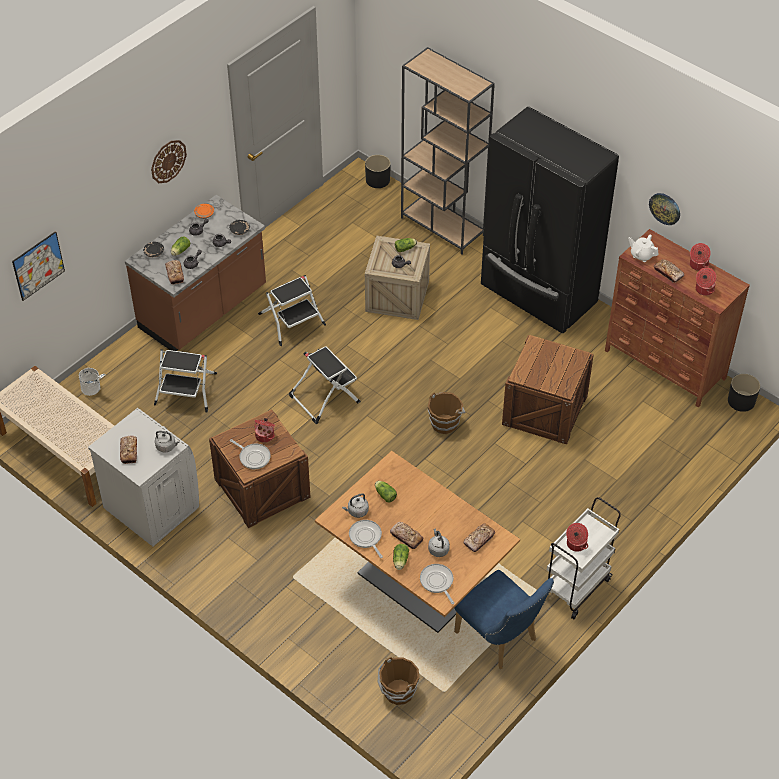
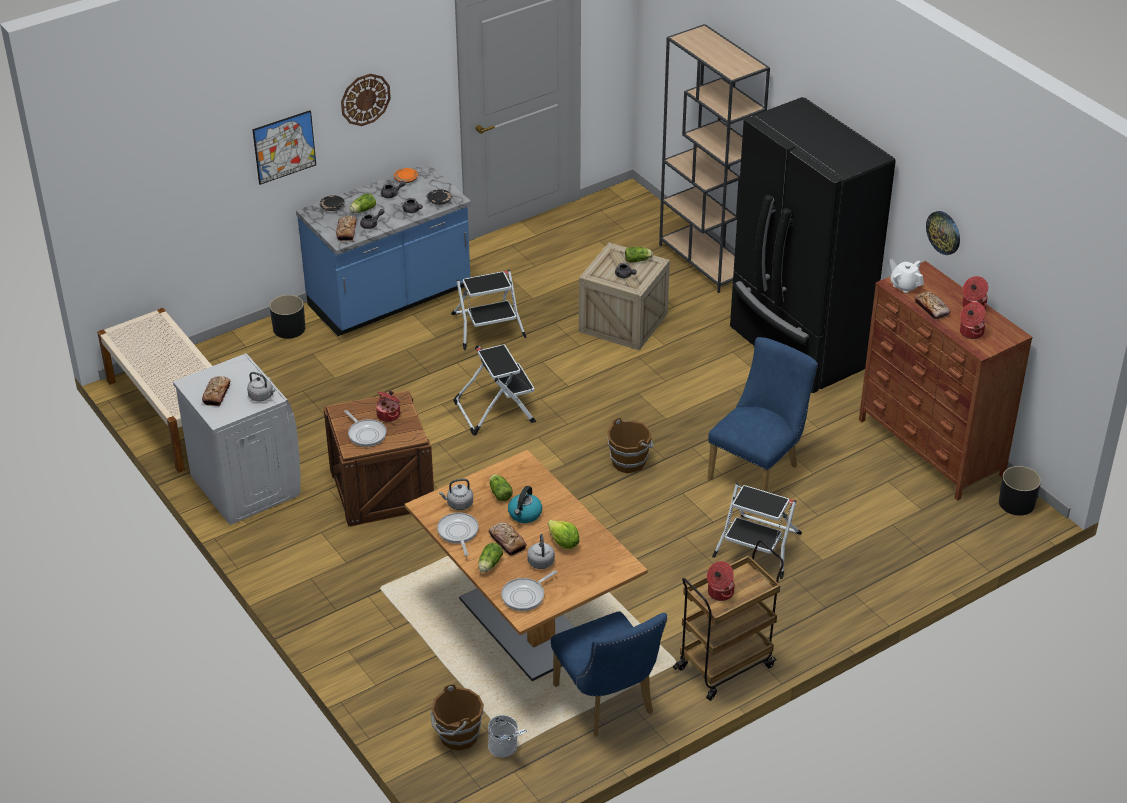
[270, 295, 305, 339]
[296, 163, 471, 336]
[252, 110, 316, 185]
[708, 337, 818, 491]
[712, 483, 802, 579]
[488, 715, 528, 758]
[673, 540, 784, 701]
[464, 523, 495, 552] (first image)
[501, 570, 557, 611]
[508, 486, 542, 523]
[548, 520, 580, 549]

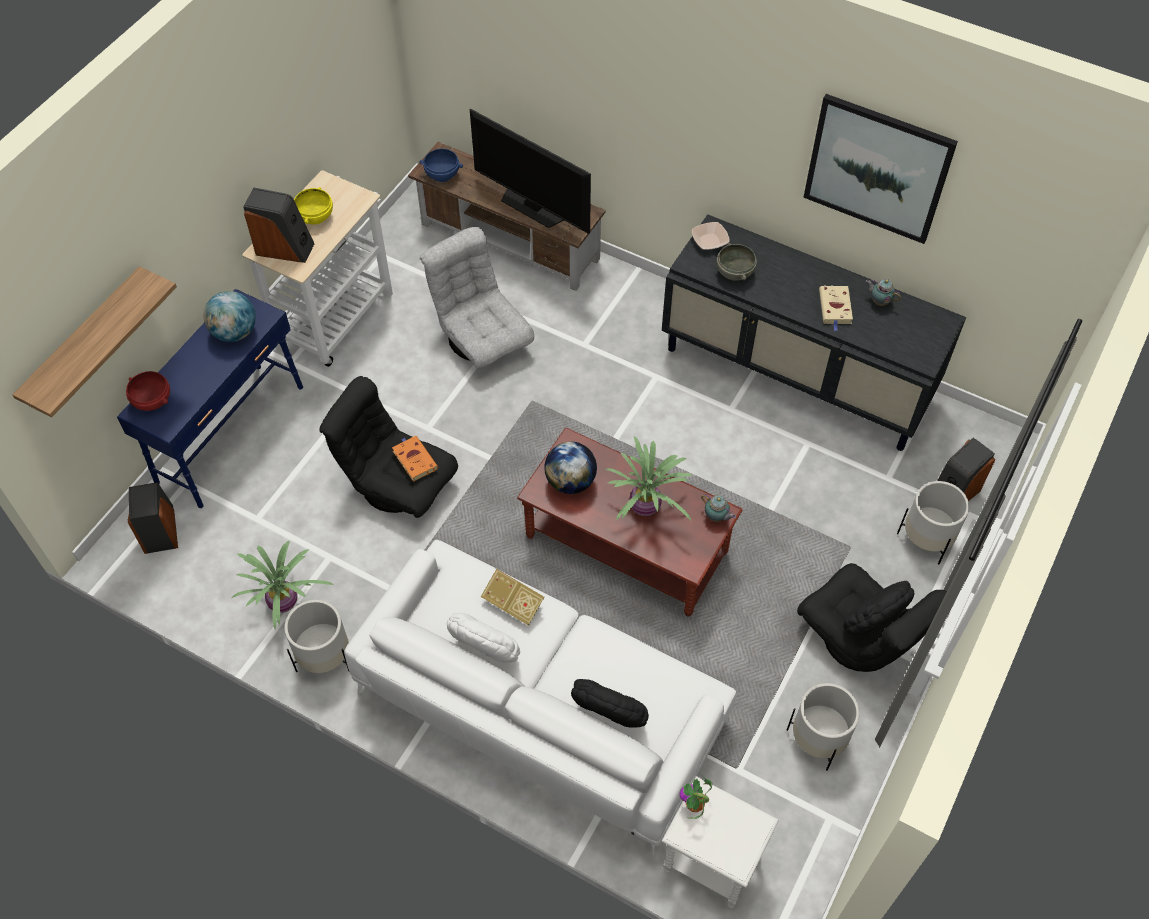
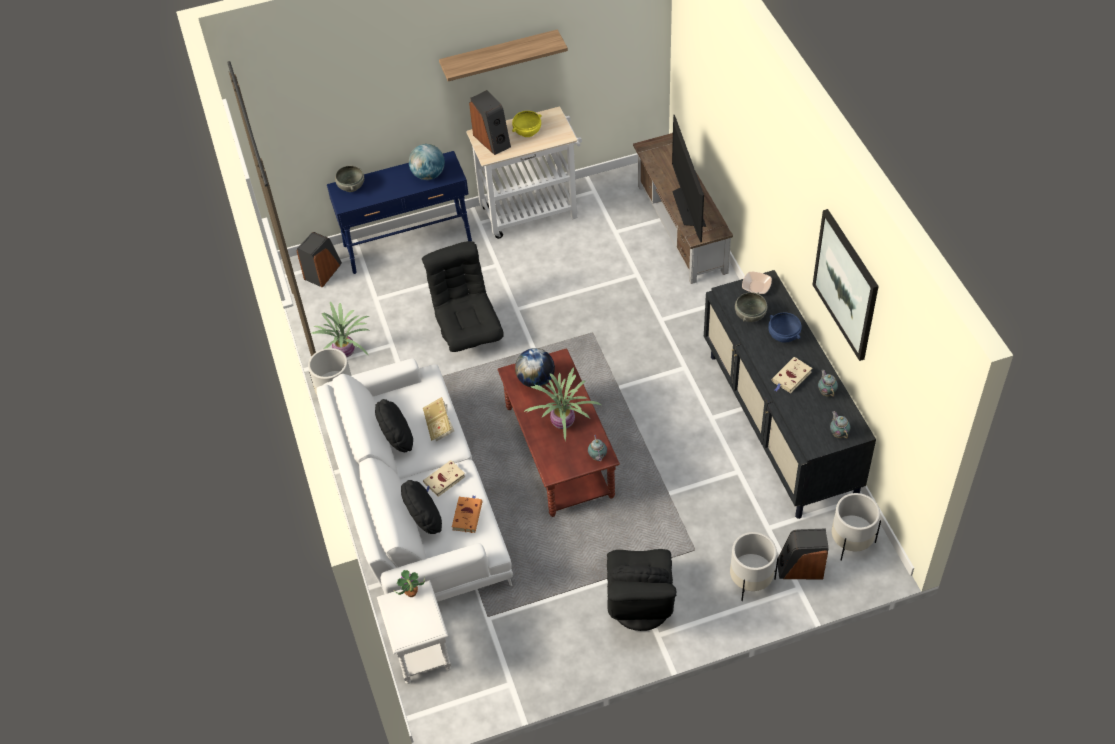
[768, 312, 802, 342]
[420, 227, 534, 368] (first image)
[439, 29, 568, 81]
[335, 165, 364, 192]
[452, 496, 483, 533]
[375, 399, 413, 452]
[832, 493, 881, 561]
[830, 411, 850, 439]
[423, 460, 466, 497]

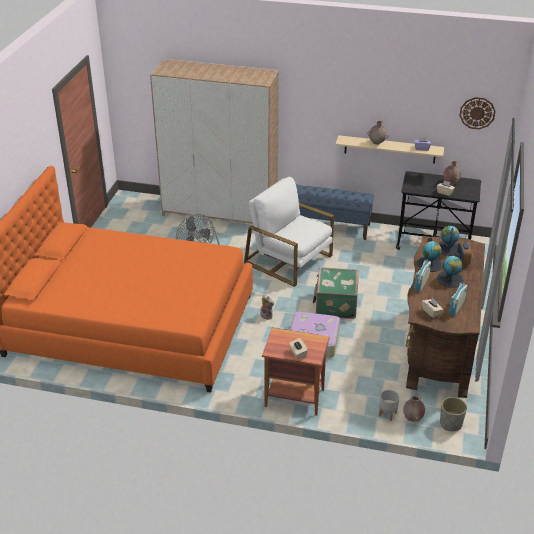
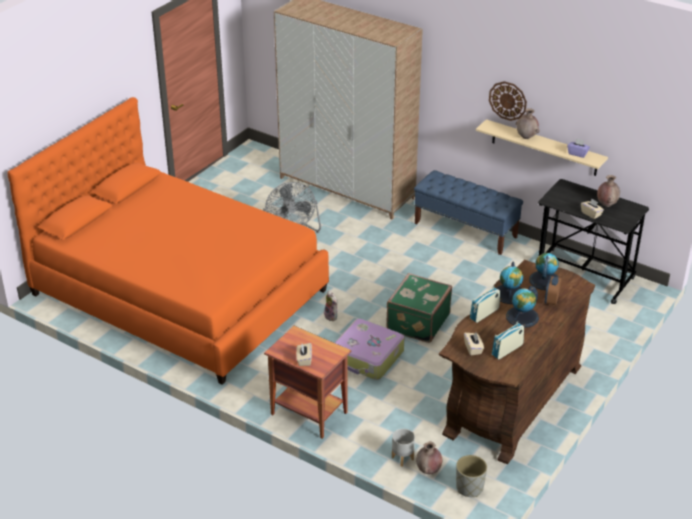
[489, 81, 527, 121]
[244, 177, 334, 287] (first image)

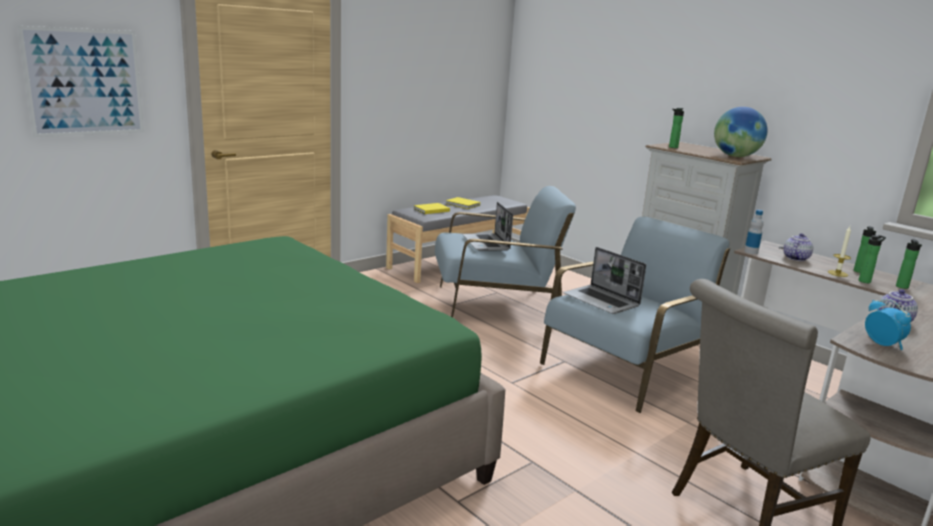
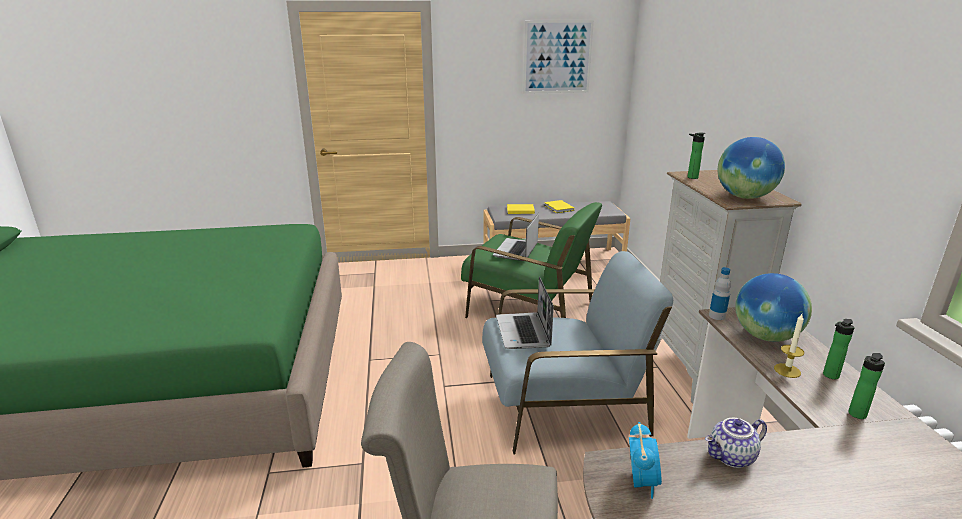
[523, 20, 594, 94]
[461, 202, 602, 318]
[735, 273, 812, 342]
[859, 235, 886, 283] (first image)

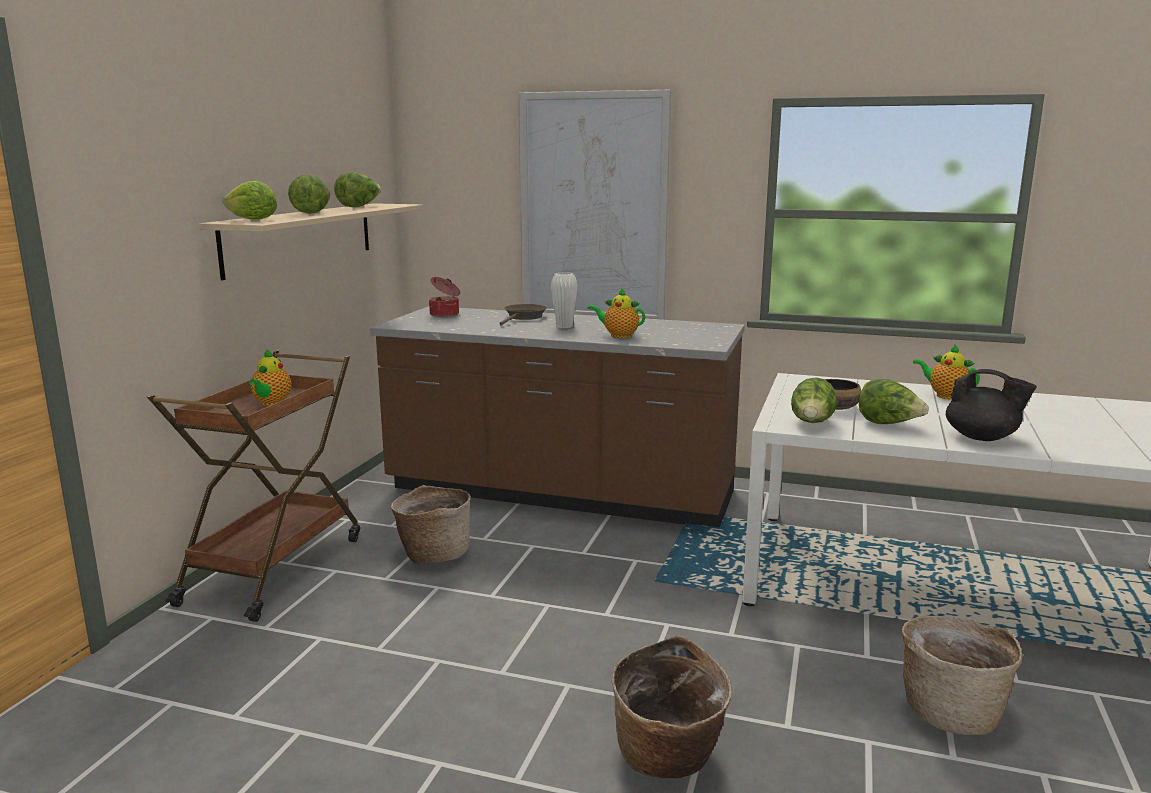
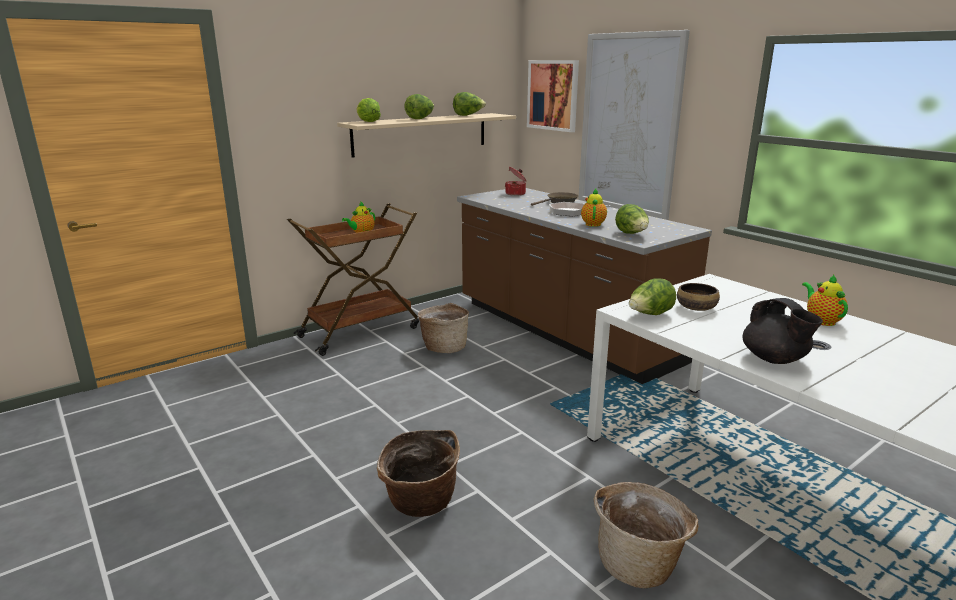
[549, 202, 610, 216]
[581, 189, 607, 227]
[615, 204, 649, 234]
[527, 60, 579, 132]

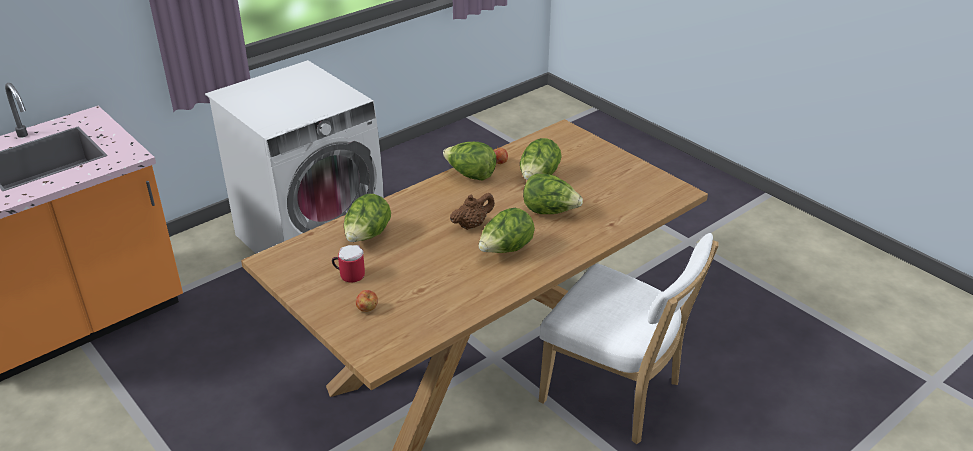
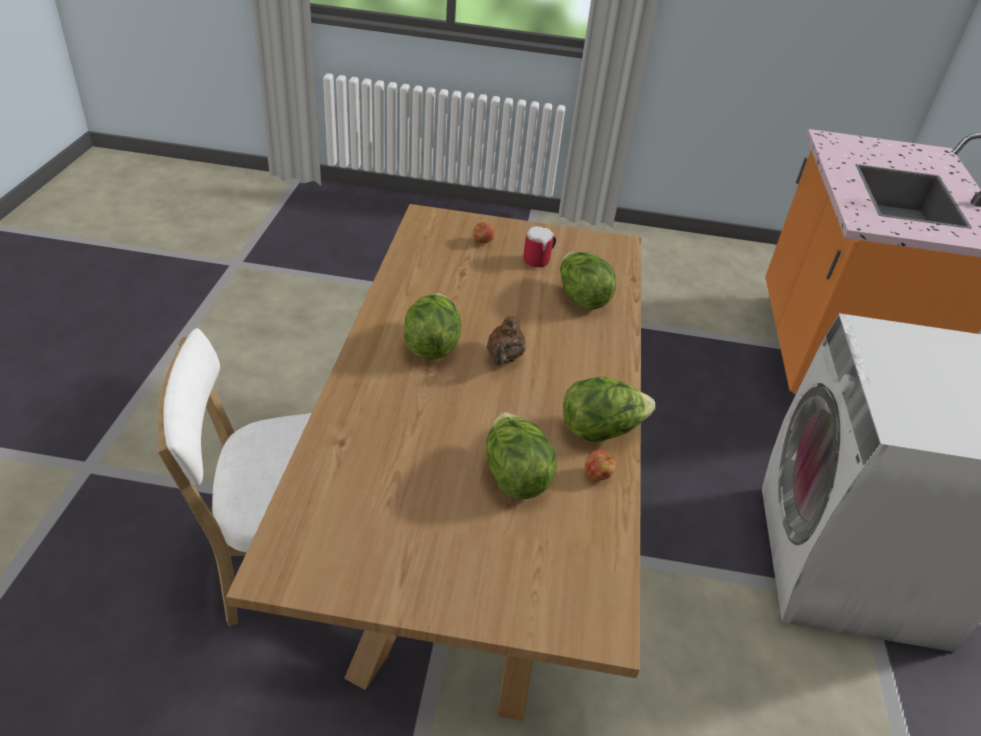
[523, 174, 583, 214] (first image)

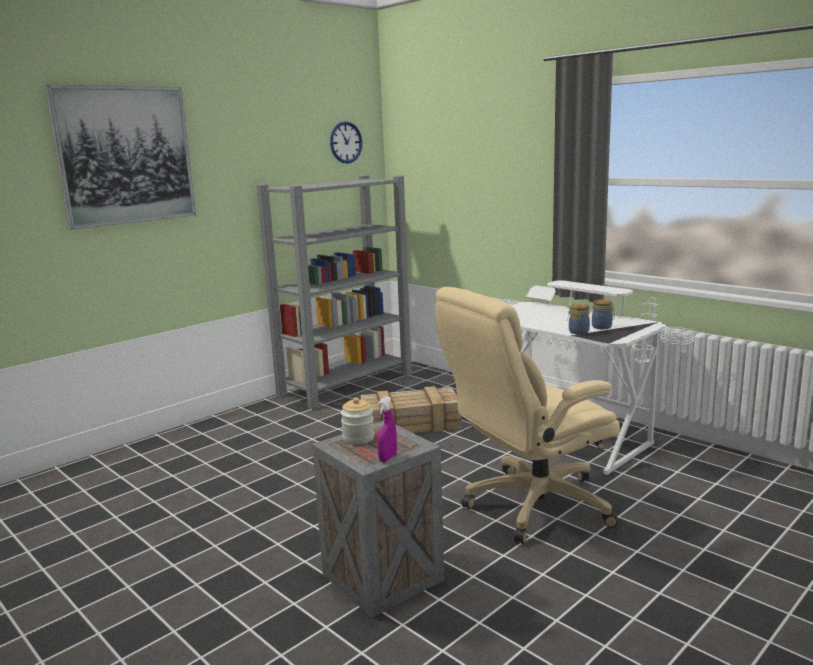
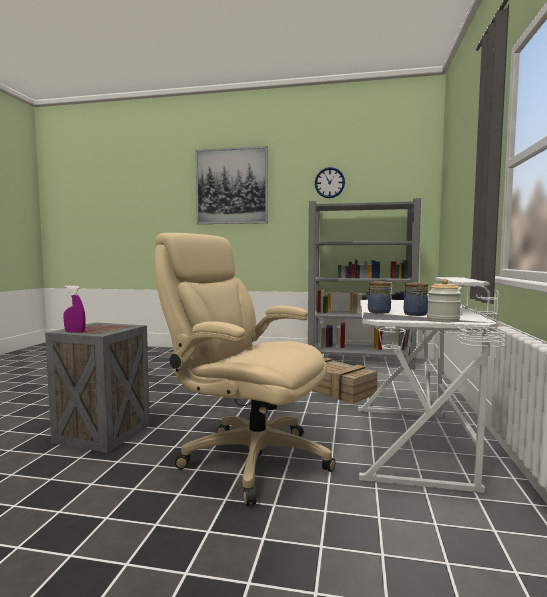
[315, 167, 345, 198]
[427, 279, 461, 322]

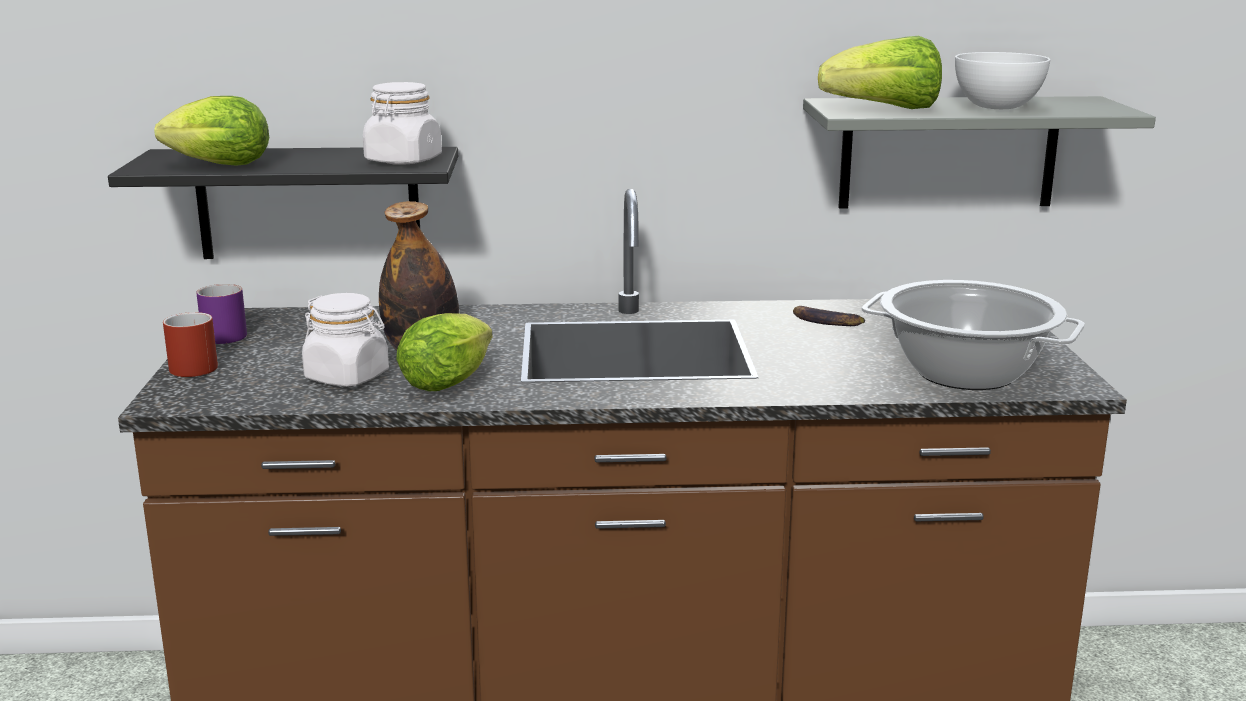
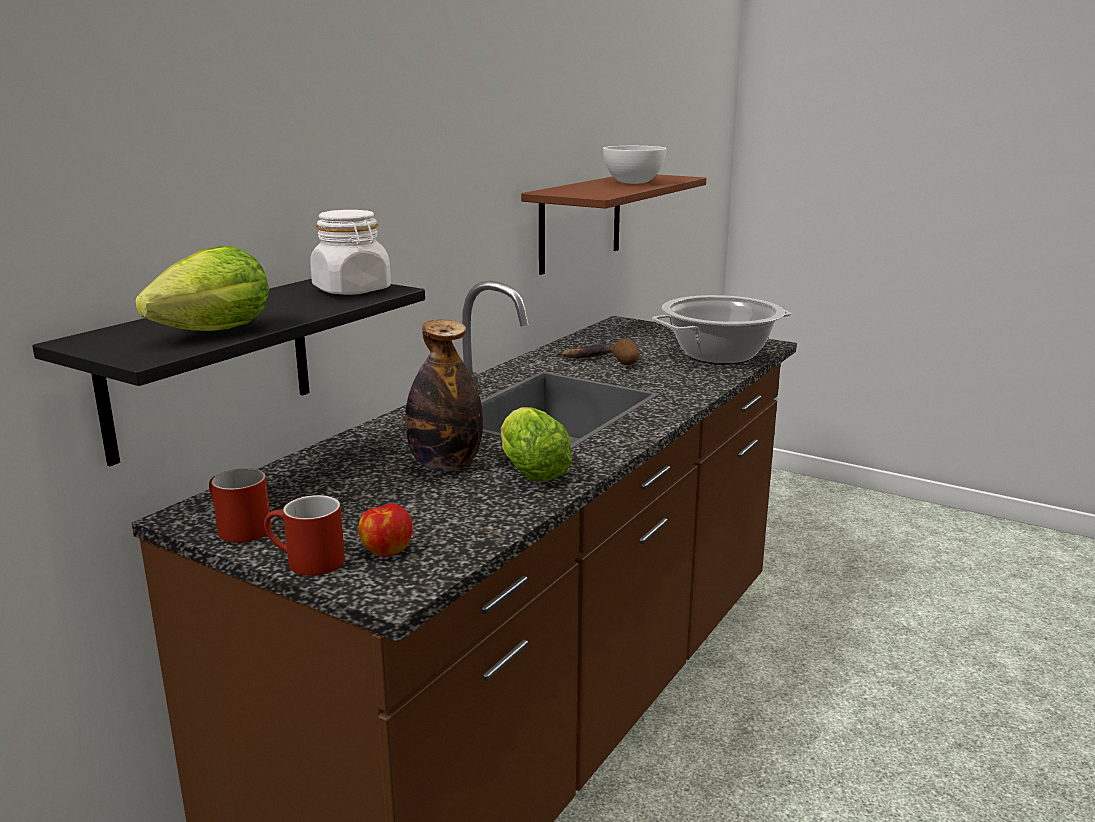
[818, 36, 942, 109] (first image)
[521, 175, 706, 275]
[209, 468, 271, 543]
[302, 293, 389, 387] (first image)
[613, 339, 639, 366]
[358, 504, 413, 557]

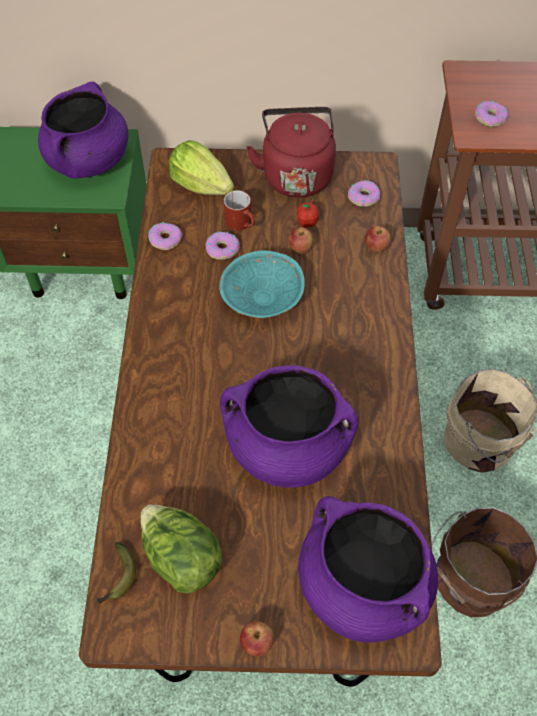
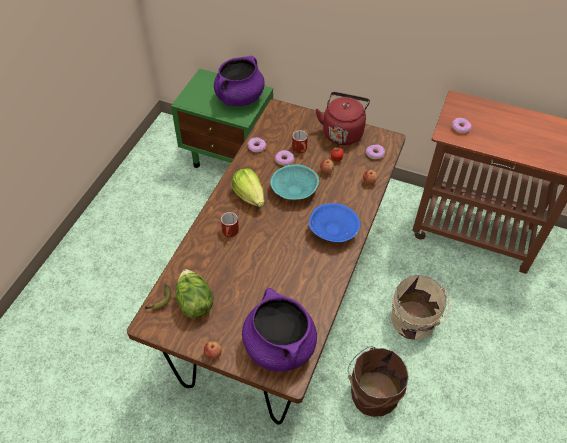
[232, 168, 264, 207]
[220, 365, 358, 488] (first image)
[309, 203, 360, 242]
[221, 212, 239, 238]

